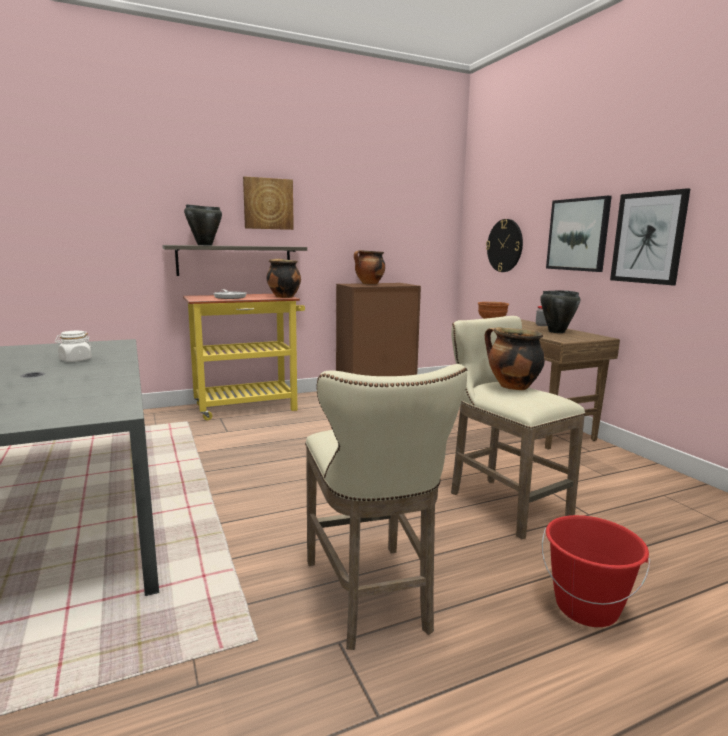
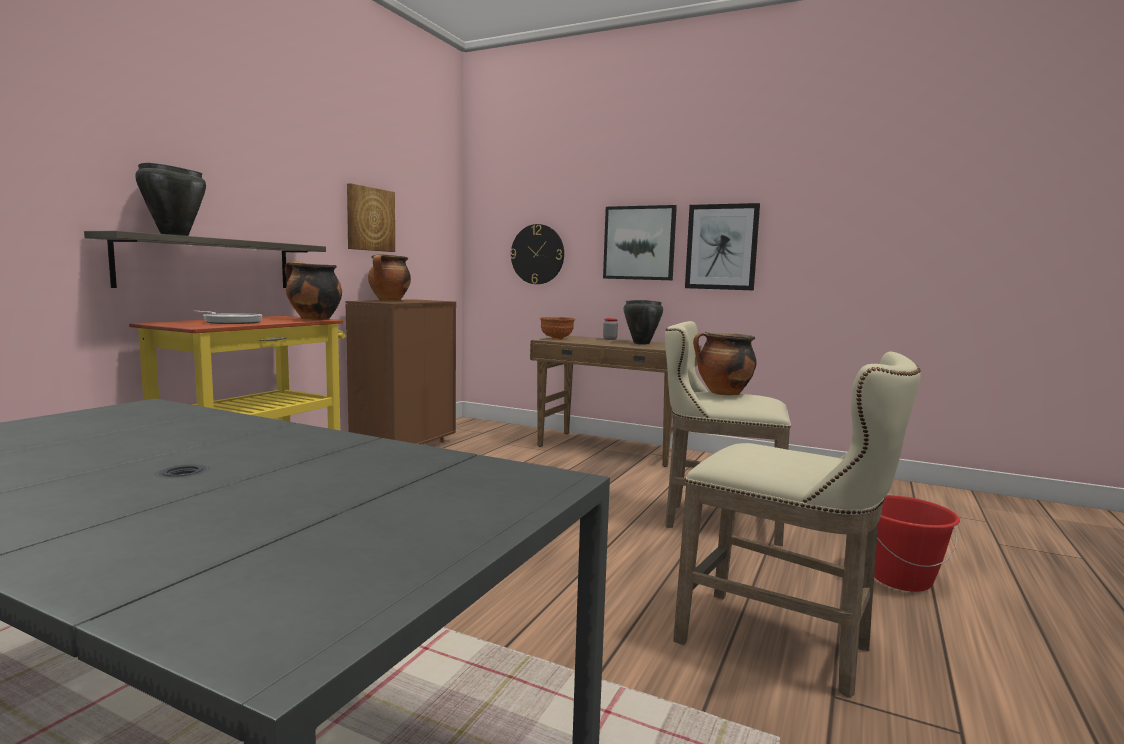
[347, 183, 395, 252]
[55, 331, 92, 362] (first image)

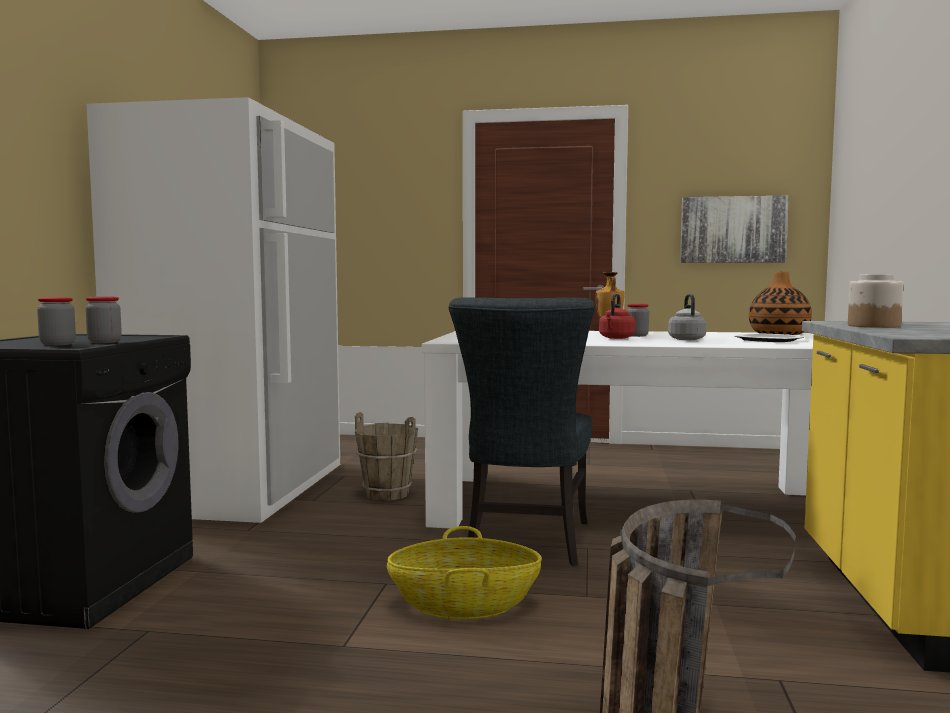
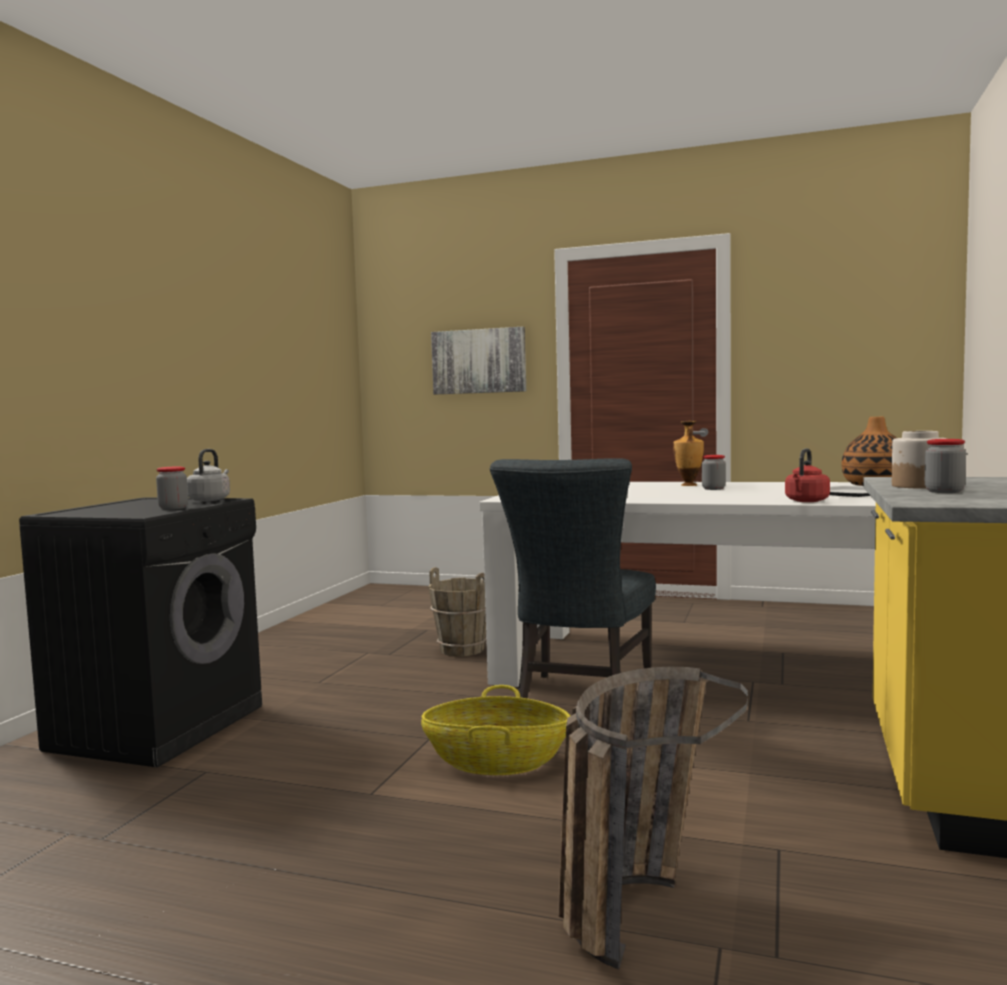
[87, 97, 340, 523] (first image)
[431, 327, 526, 394]
[785, 448, 830, 502]
[187, 449, 230, 502]
[925, 439, 966, 493]

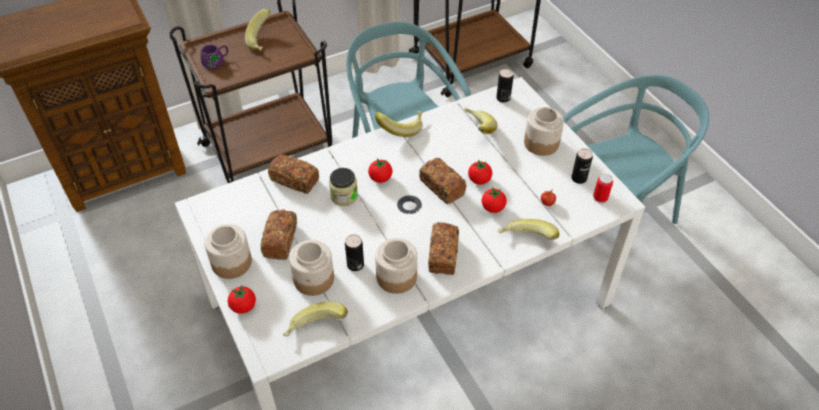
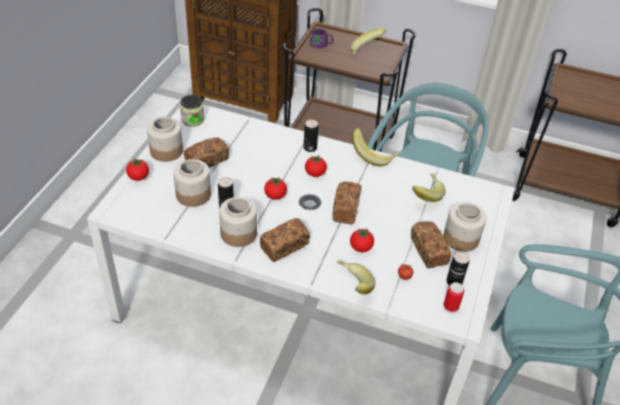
[303, 119, 319, 152]
[411, 221, 451, 268]
[264, 177, 287, 200]
[180, 95, 204, 127]
[283, 301, 348, 336] (first image)

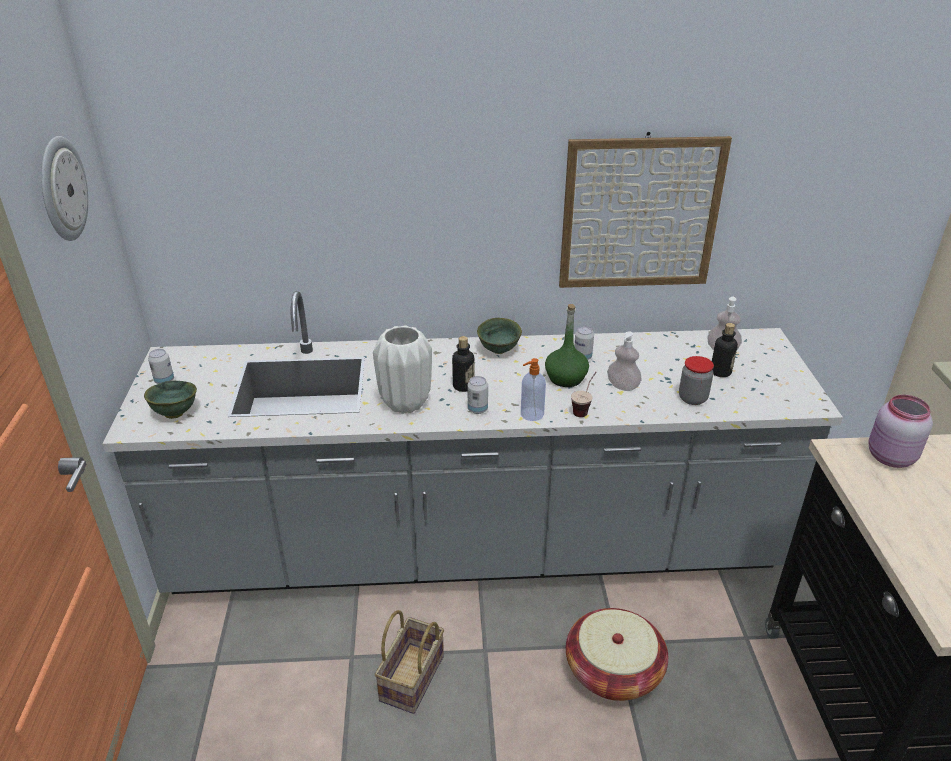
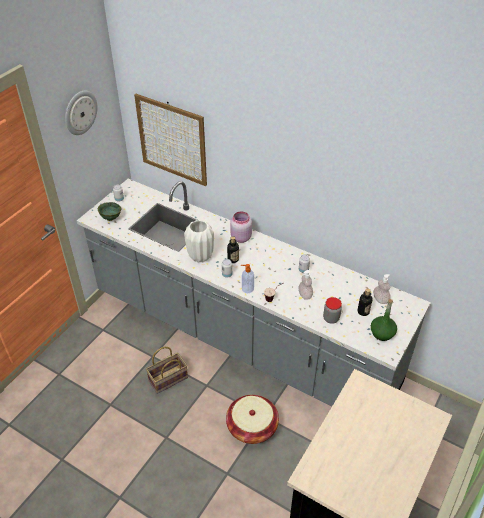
[134, 94, 207, 186]
[371, 299, 397, 341]
[477, 318, 522, 354] (first image)
[230, 211, 252, 243]

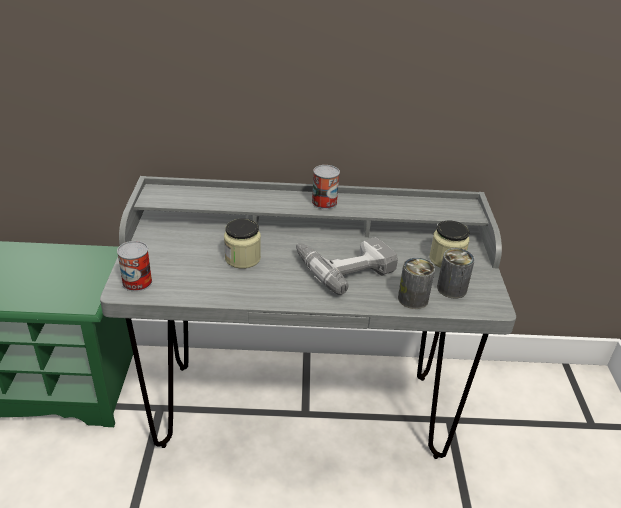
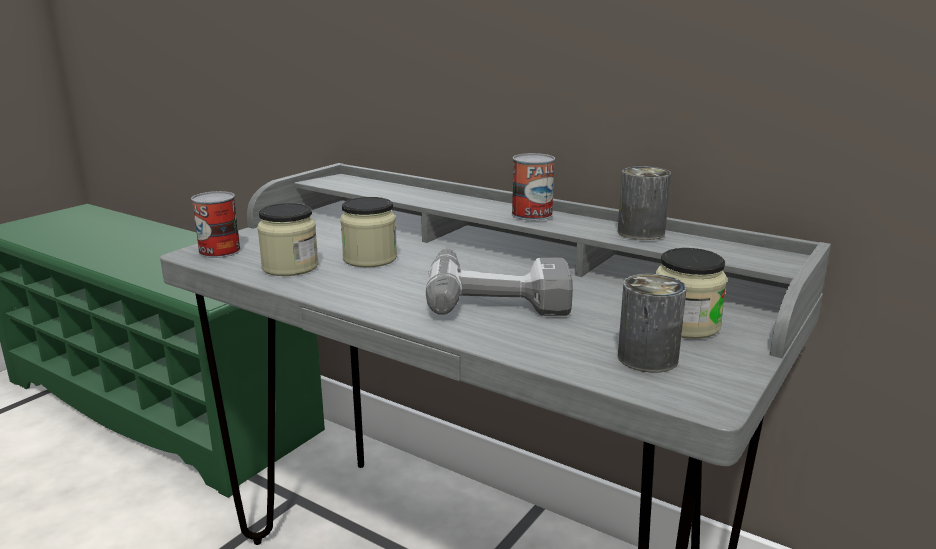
[618, 166, 671, 240]
[257, 203, 319, 276]

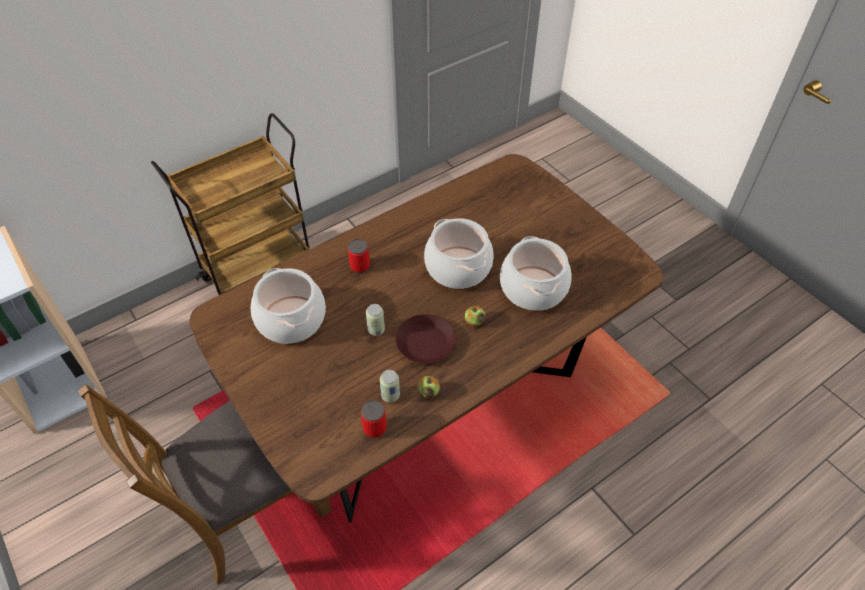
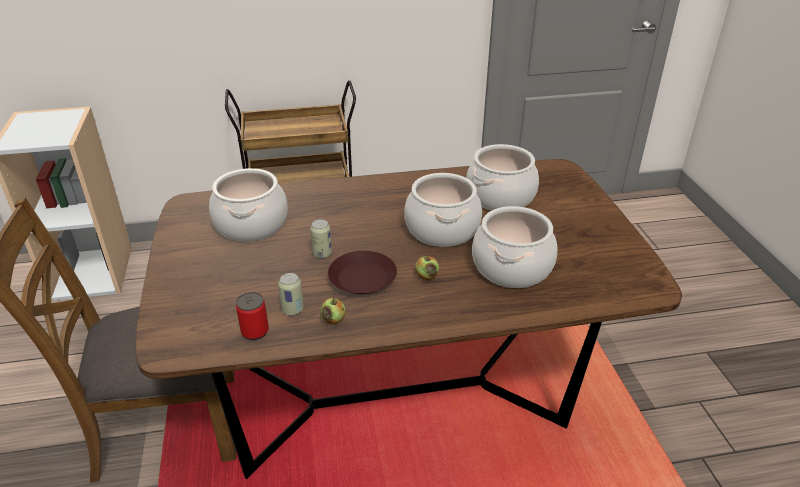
[348, 239, 370, 273] (first image)
[466, 144, 539, 211]

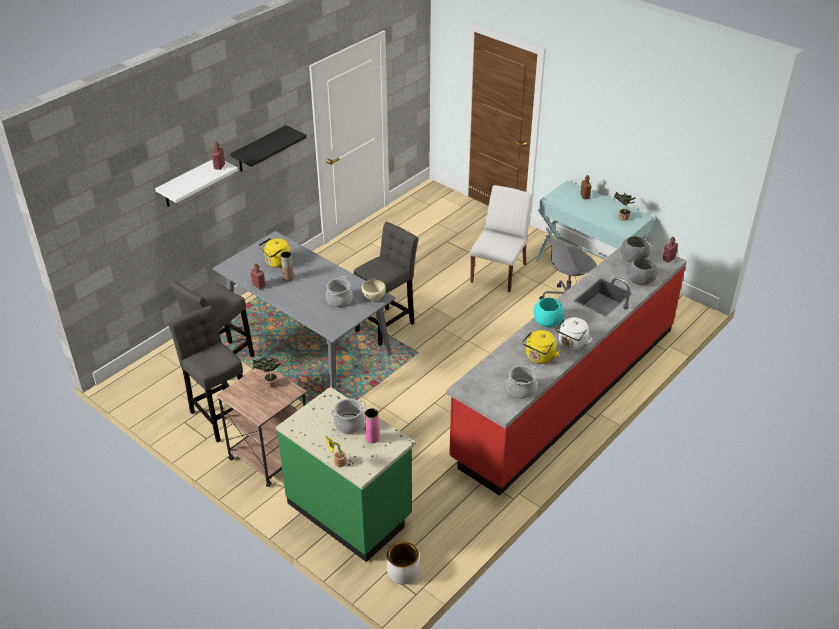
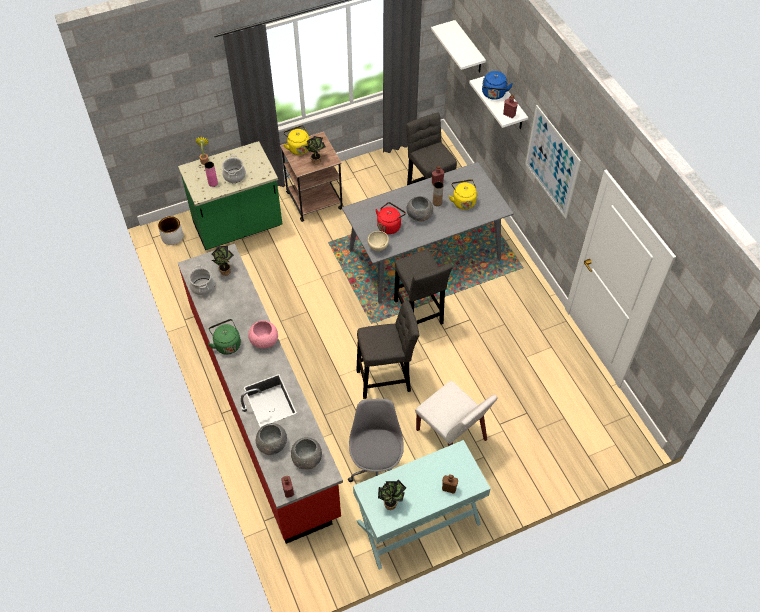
[525, 105, 581, 219]
[375, 202, 406, 234]
[248, 320, 278, 349]
[356, 300, 419, 399]
[208, 319, 241, 355]
[283, 125, 310, 155]
[431, 20, 486, 73]
[482, 71, 513, 100]
[406, 196, 433, 221]
[212, 246, 234, 276]

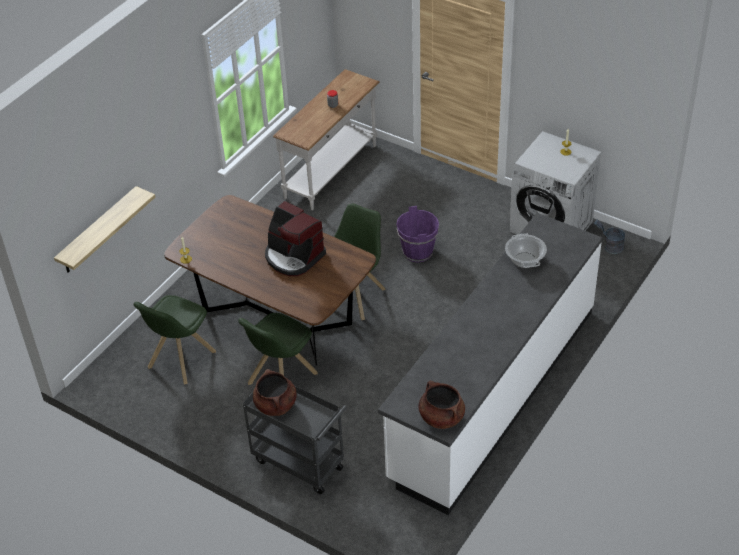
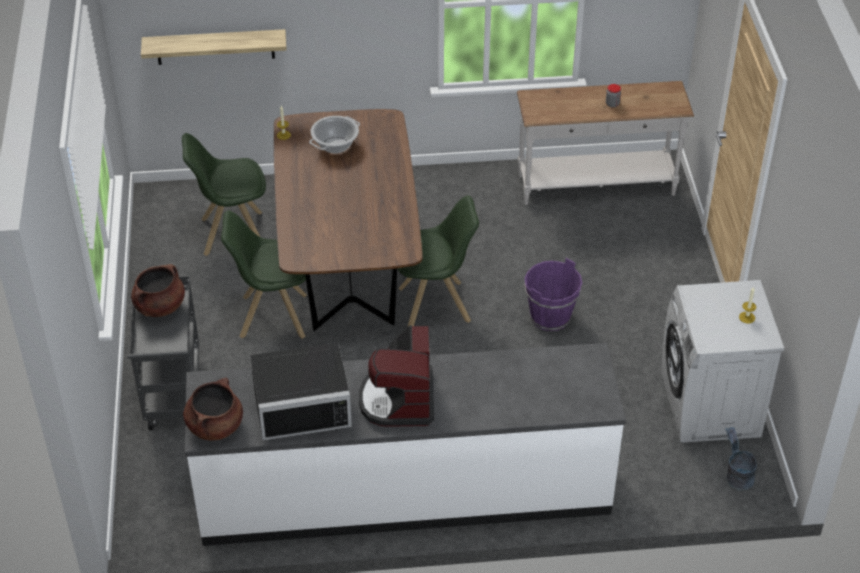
[359, 325, 434, 427]
[309, 116, 360, 154]
[250, 342, 352, 441]

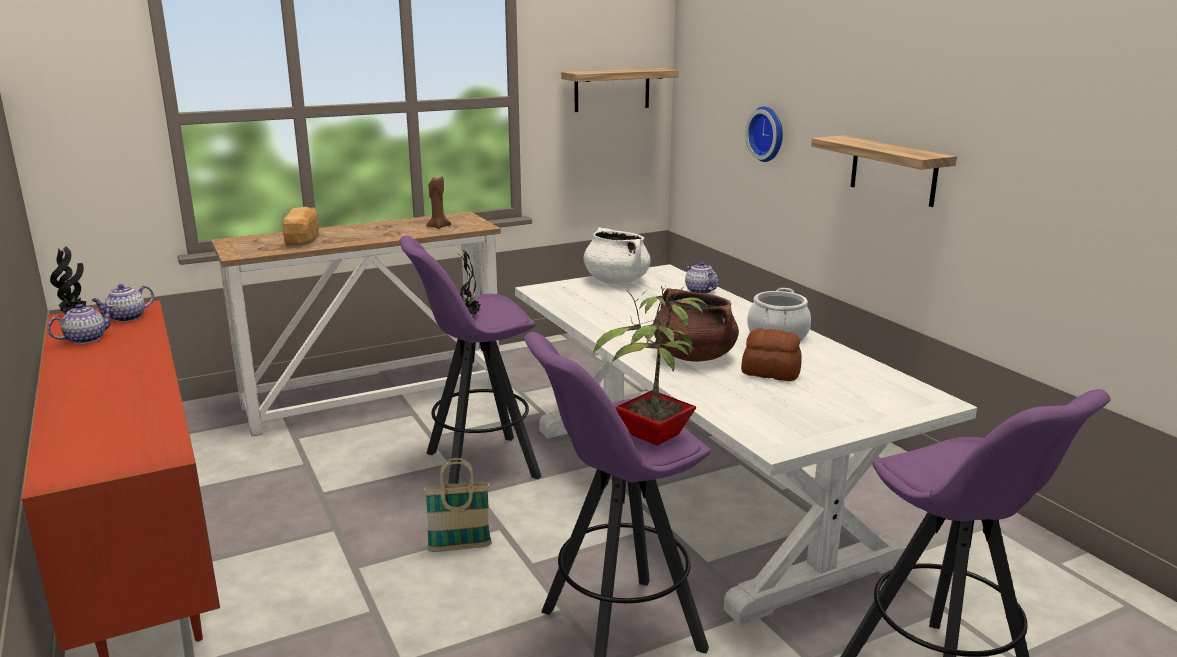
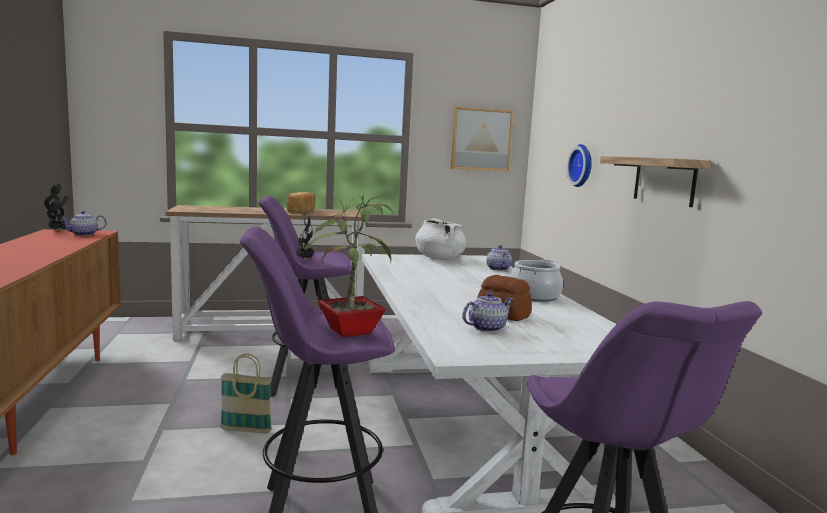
[451, 107, 514, 171]
[426, 175, 451, 229] (first image)
[287, 192, 315, 213]
[653, 288, 739, 362] (first image)
[462, 292, 513, 332]

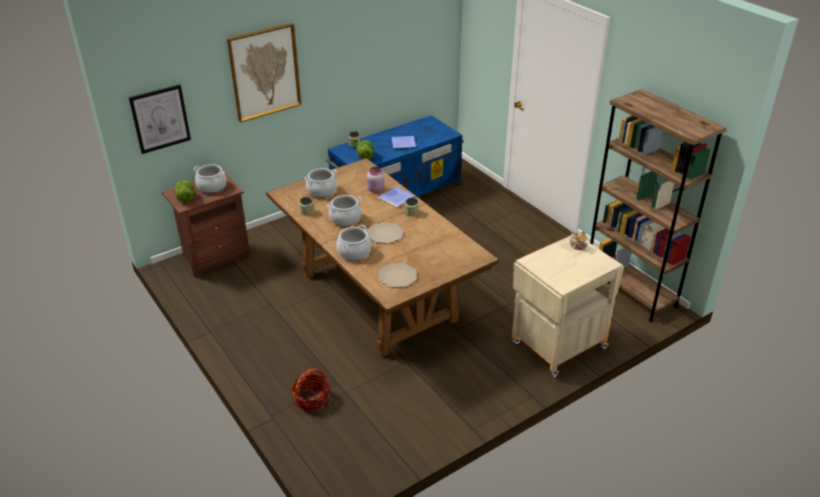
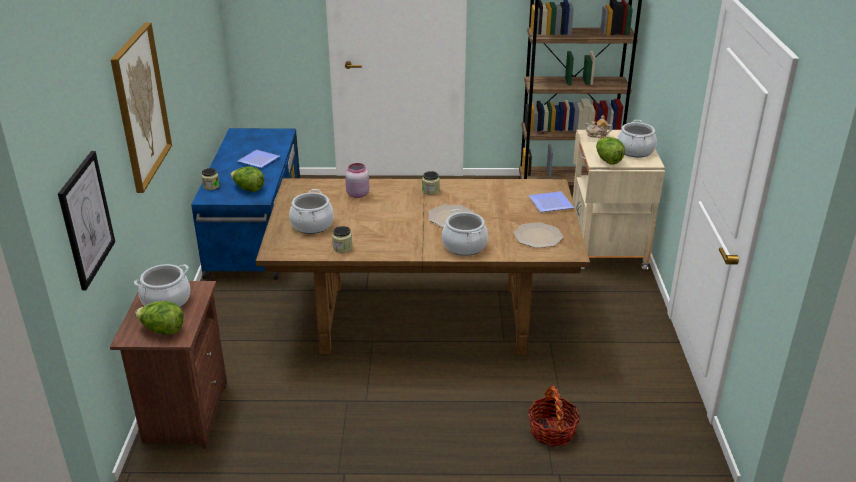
[528, 191, 574, 212]
[617, 120, 657, 157]
[596, 137, 625, 165]

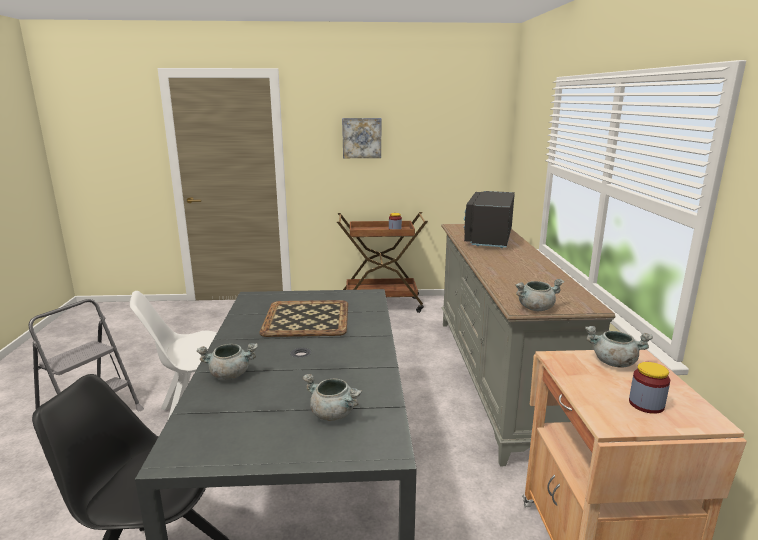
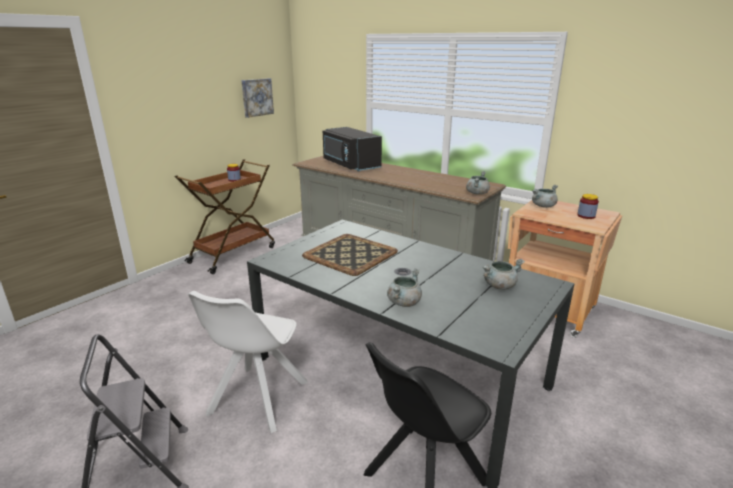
[241, 78, 274, 118]

